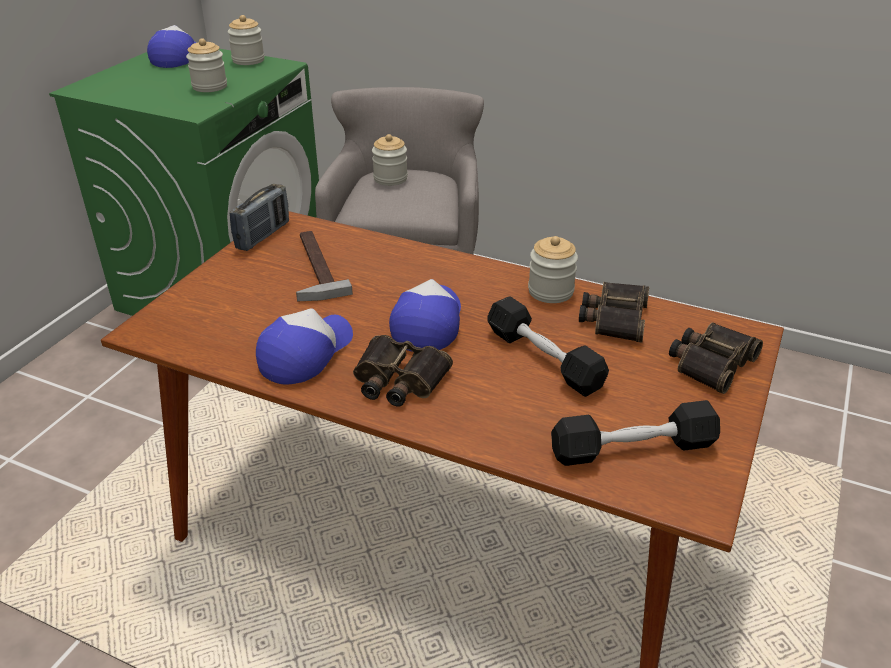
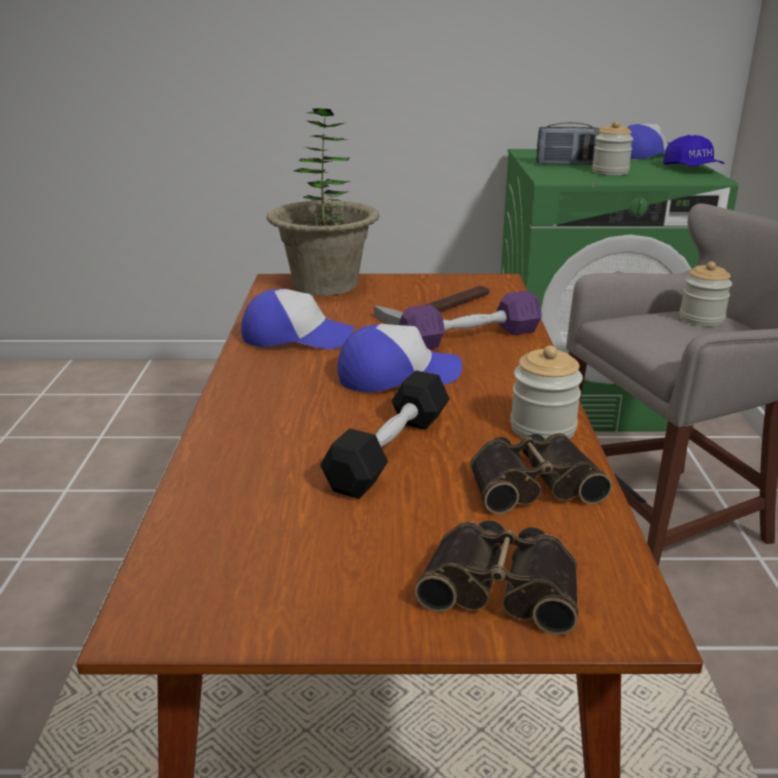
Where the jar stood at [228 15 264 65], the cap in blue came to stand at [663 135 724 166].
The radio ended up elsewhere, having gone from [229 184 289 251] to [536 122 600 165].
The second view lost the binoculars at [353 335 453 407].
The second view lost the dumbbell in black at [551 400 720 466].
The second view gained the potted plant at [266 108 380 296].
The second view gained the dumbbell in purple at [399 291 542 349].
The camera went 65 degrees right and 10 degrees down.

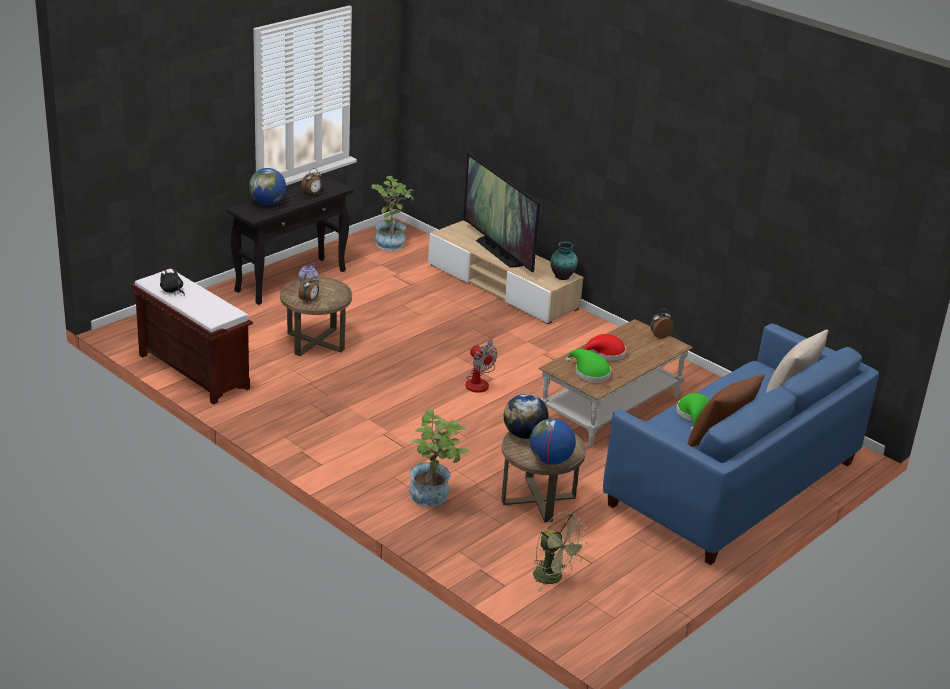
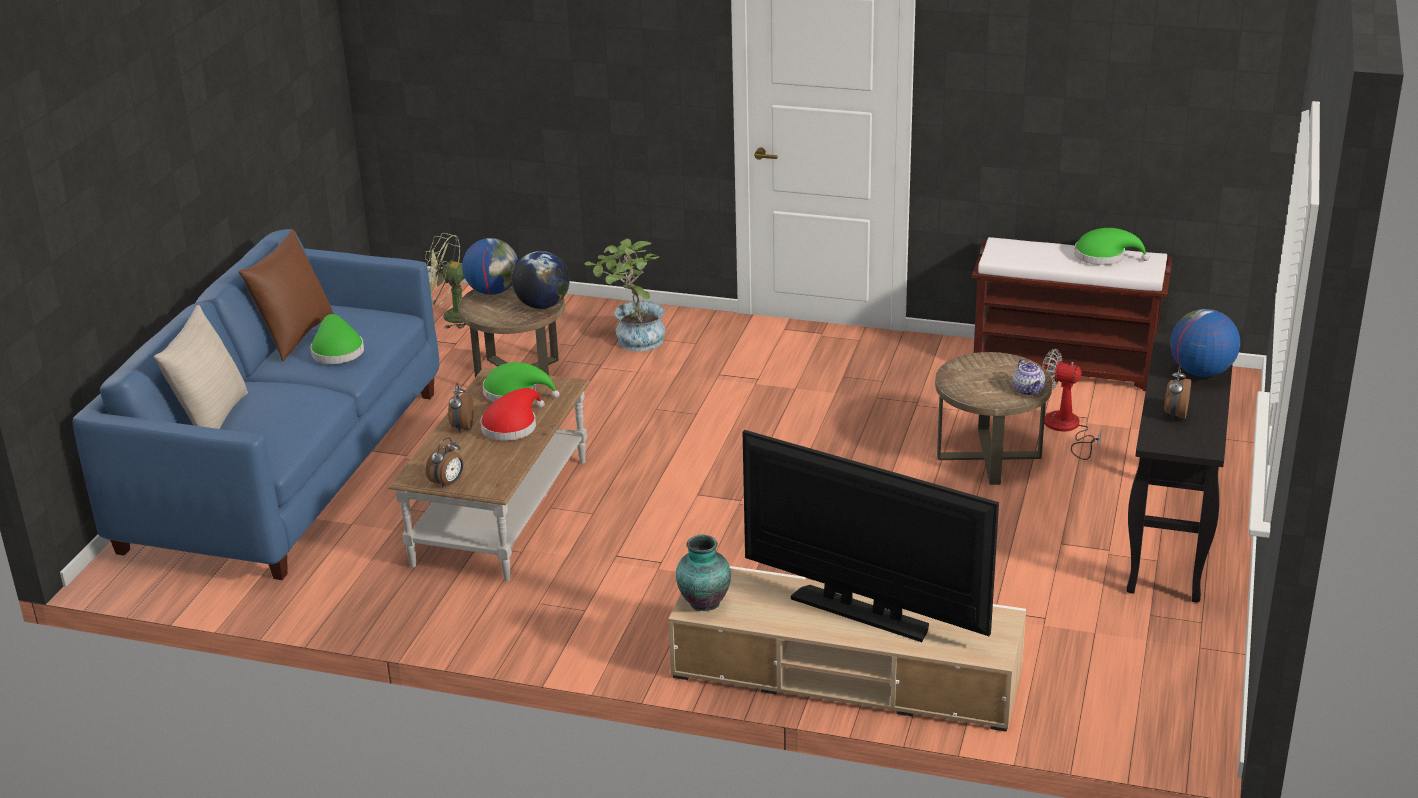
The second view lost the potted plant at [371 176 414 251].
Where the plush toy in black stood at [160 268 185 296], the hat in green came to stand at [1074 228 1149 265].
The alarm clock ended up elsewhere, having gone from [298 274 319 302] to [448 383 473 433].
The fan ended up elsewhere, having gone from [466 339 497 393] to [1042 349 1101 460].
The camera went 155 degrees right and 0 degrees up.

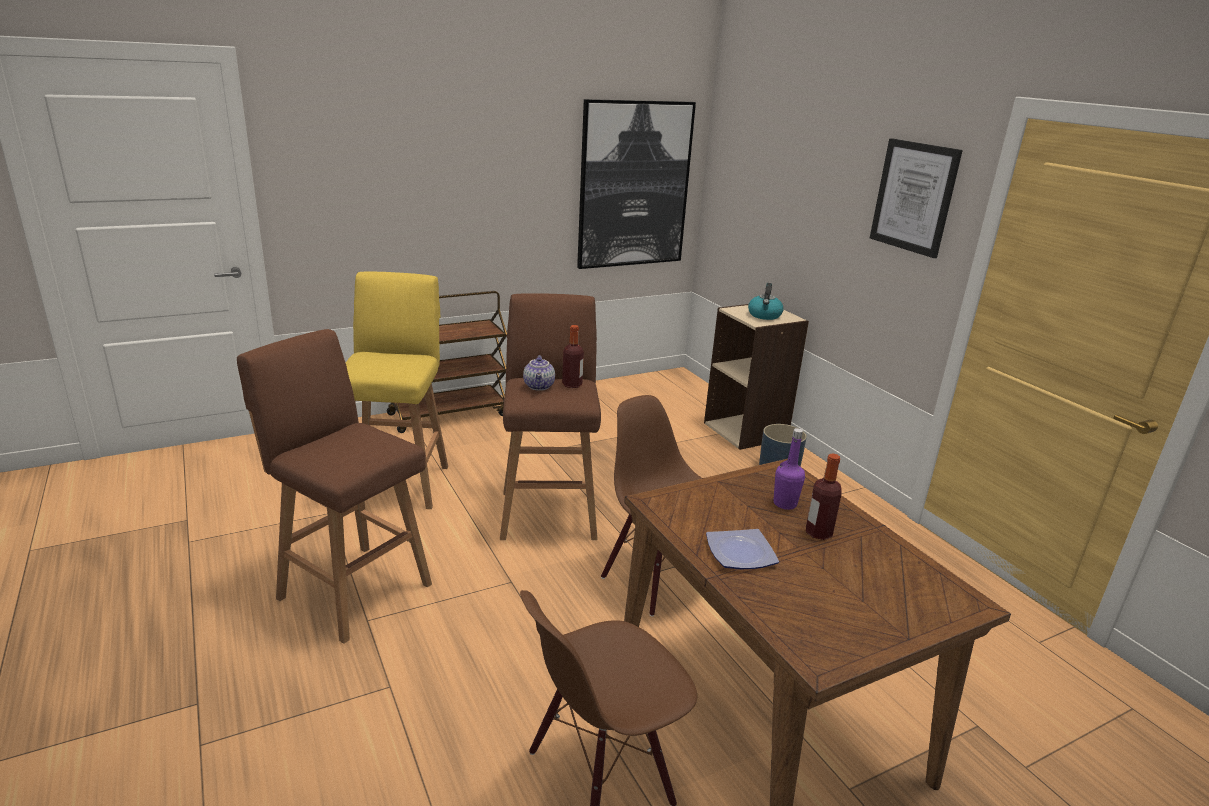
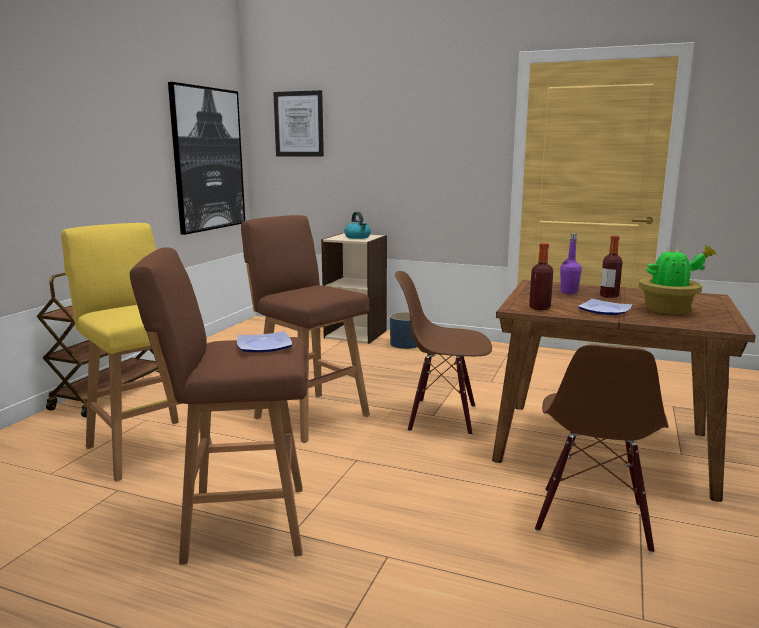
The picture ended up elsewhere, having gone from [870 138 963 258] to [273 90 324 157].
The bottle ended up elsewhere, having gone from [562 325 584 388] to [529 243 553 310].
The second view lost the teapot at [523 355 555 391].
The second view gained the potted plant at [639 245 717 314].
The second view gained the plate at [237 331 292 353].
The camera went 40 degrees left and 10 degrees down.

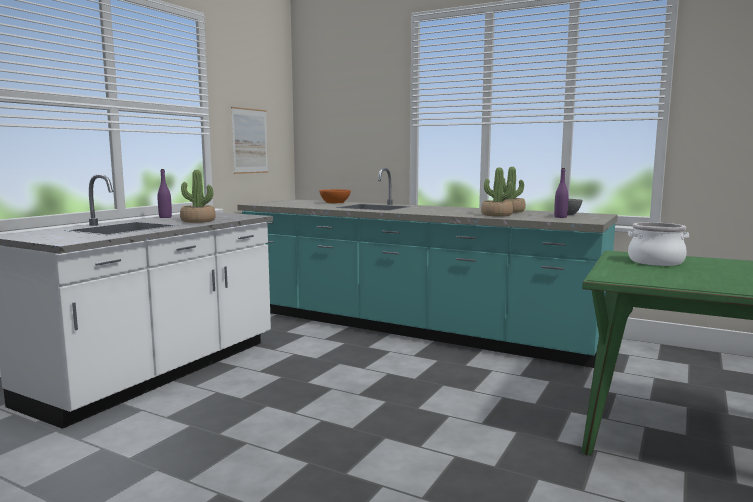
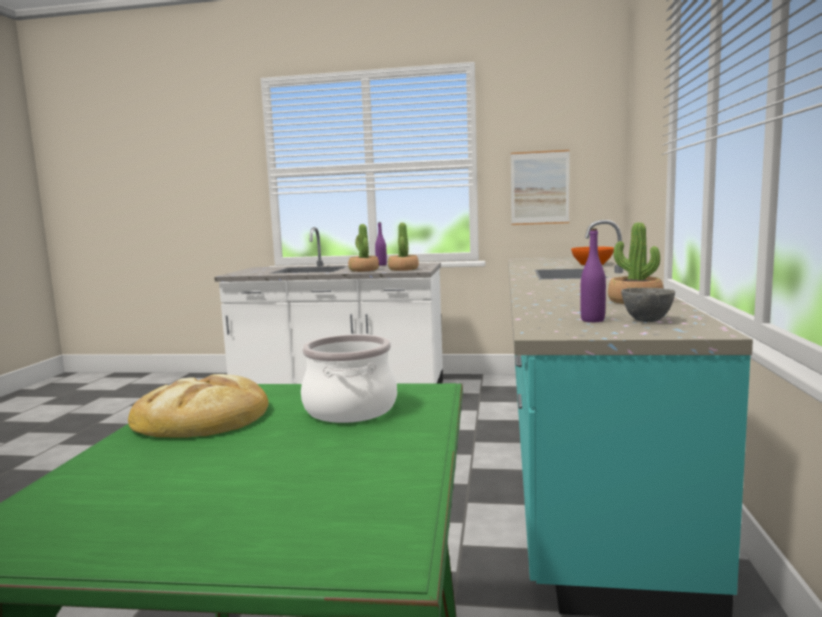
The potted plant ended up elsewhere, having gone from [481 168 513 217] to [388 223 419 271].
The second view gained the bread at [128 374 268 438].
The camera went 70 degrees right and 0 degrees up.

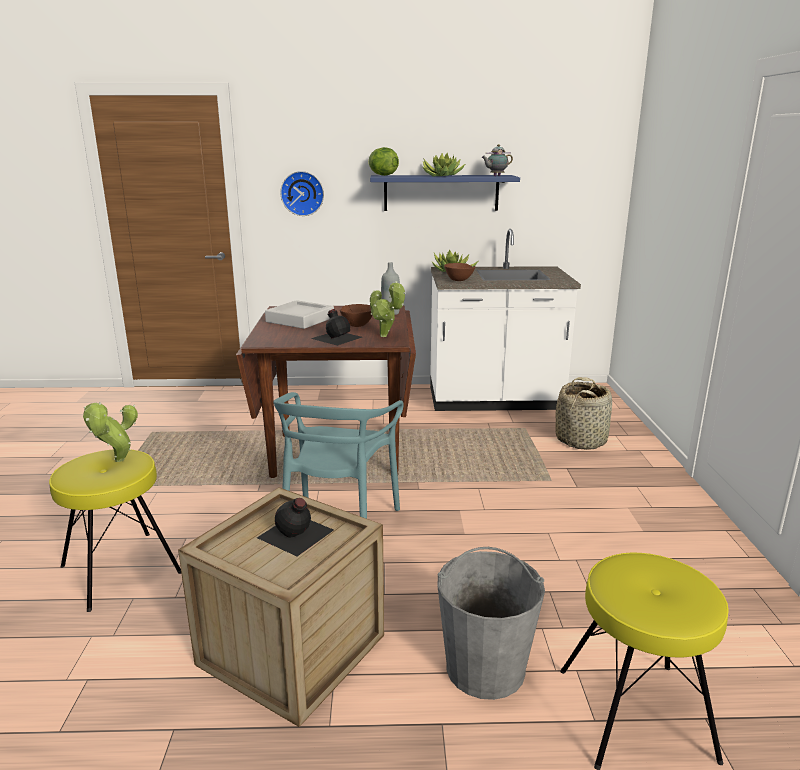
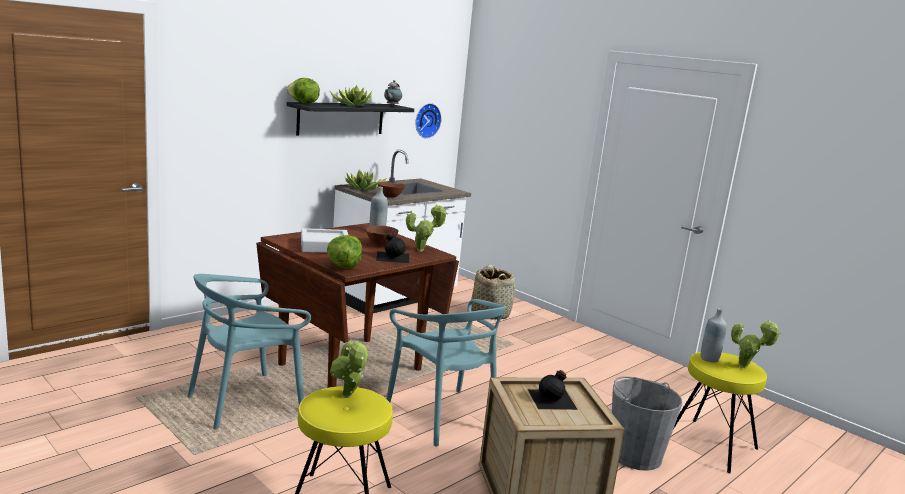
The wall clock ended up elsewhere, having gone from [280 171 324 216] to [415 103 441 139].
What was the shelf in blue at [370 175 520 211] turned into the shelf in black at [287 102 414 135].
The second view gained the lettuce at [327 235 362 268].
The second view gained the chair in turquoise at [187 274 311 429].
The second view gained the bottle in grey at [701 308 727 363].
The second view gained the potted plant at [731 320 781 368].
The camera went 45 degrees left and 5 degrees down.

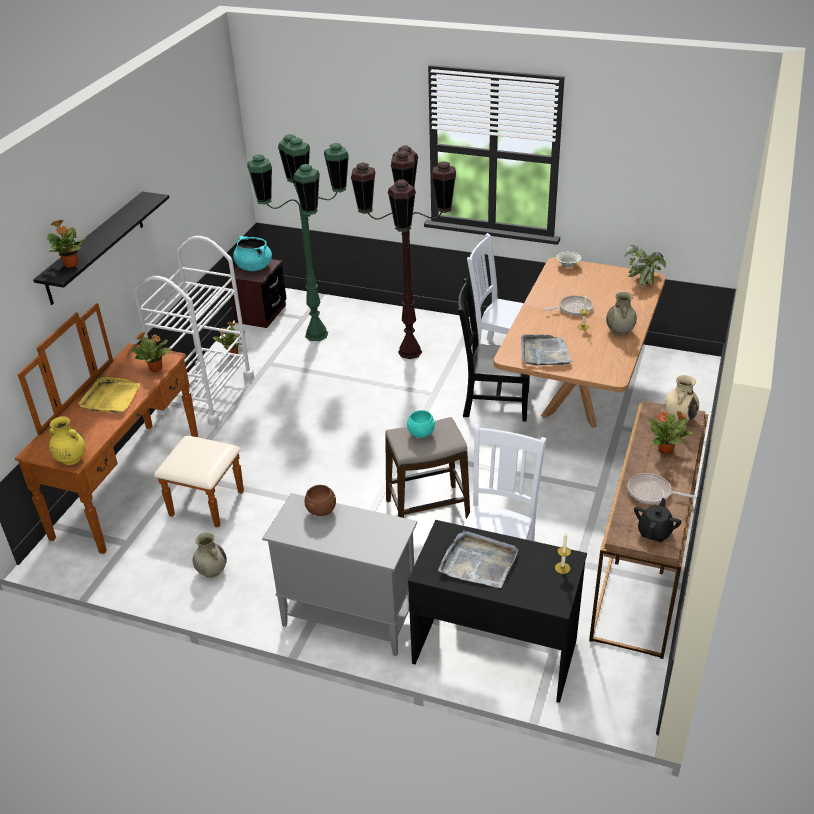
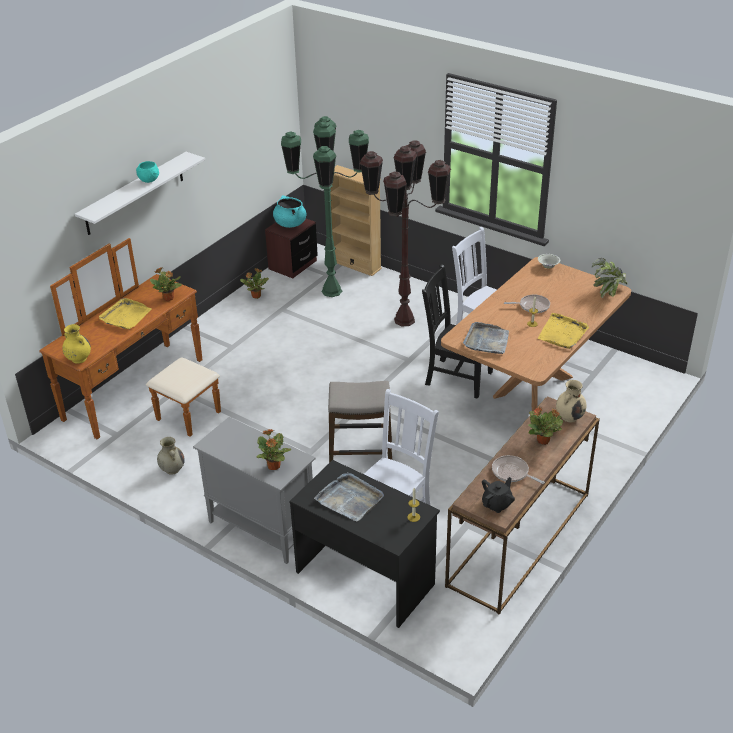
What was the shelf in black at [33 191 170 305] turned into the shelf in white at [75 152 205 235].
The potted plant ended up elsewhere, having gone from [47 220 86 268] to [256 429 291 470].
The second view lost the cart in white at [133 236 254 425].
Where the vase in beige stood at [606 292 637 336], the tray in yellow came to stand at [538 313 589 349].
The bowl in turquoise ended up elsewhere, having gone from [407 410 435 438] to [136 161 159 183].
The second view lost the bowl in brown at [305 485 336 516].
The second view gained the bookcase in beige at [330 165 382 276].
The camera went 15 degrees right and 0 degrees up.

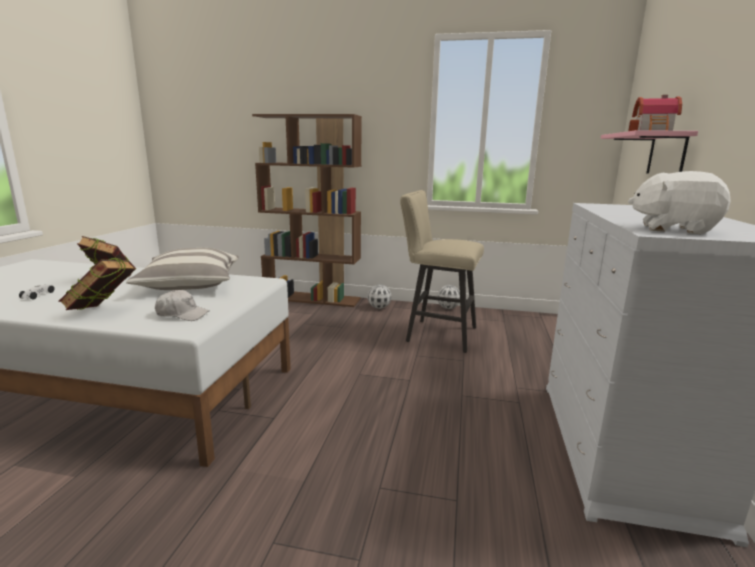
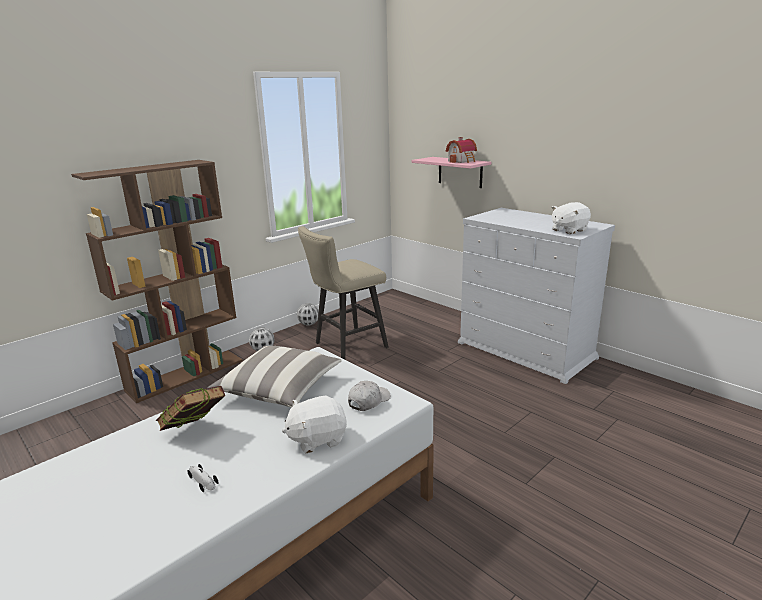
Where the book stood at [58 257 136 310], the plush toy in white came to stand at [282 396 347 453].
The camera went 55 degrees left and 5 degrees up.

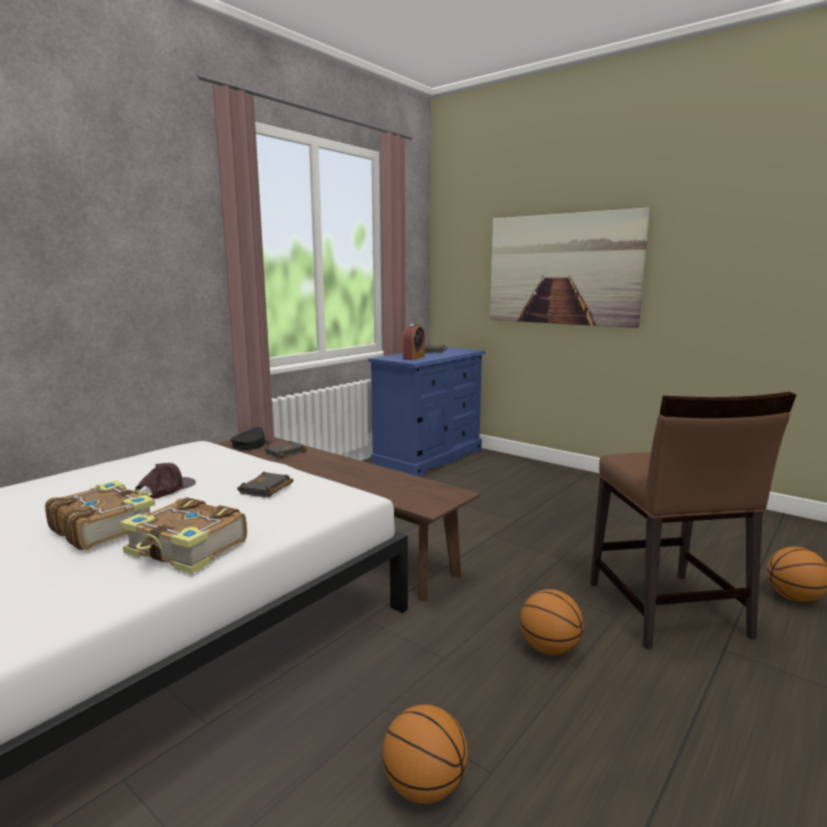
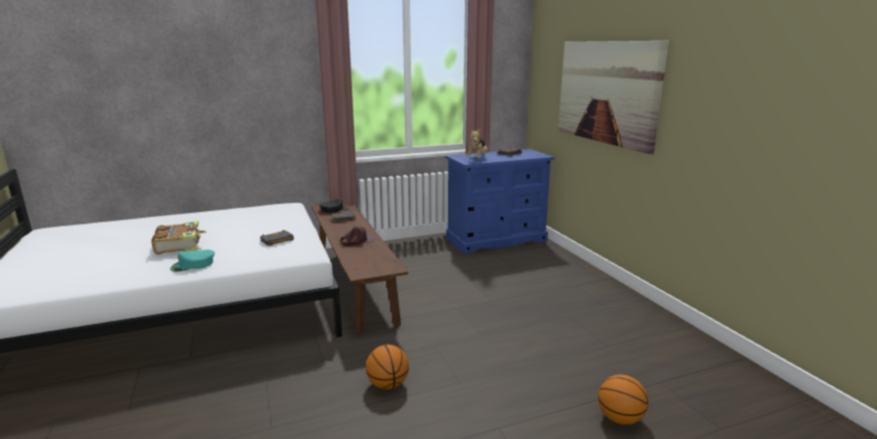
Where the alarm clock stood at [403 324 425 360], the plush toy came to stand at [465 128 488 158].
The second view lost the chair in brown at [590 392 796 650].
The cap in brown ended up elsewhere, having gone from [135 463 196 499] to [341 226 375 246].
Where the book stood at [120 497 247 574], the cap in turquoise came to stand at [170 250 215 272].
The second view lost the basketball at [383 705 468 804].
The camera went 30 degrees right and 5 degrees up.

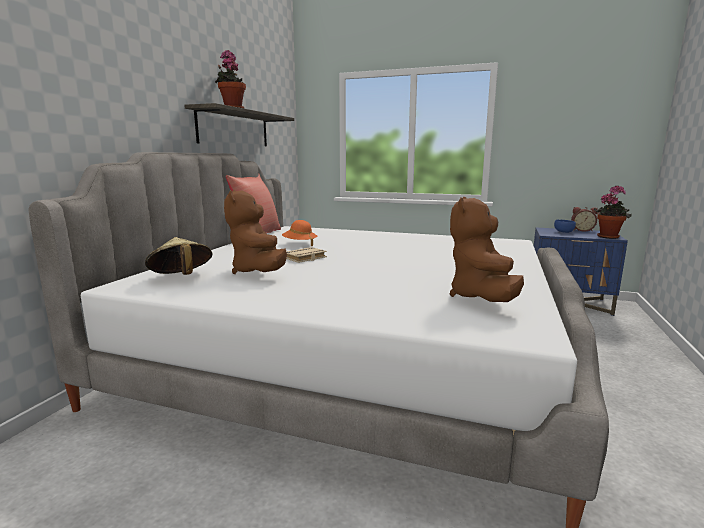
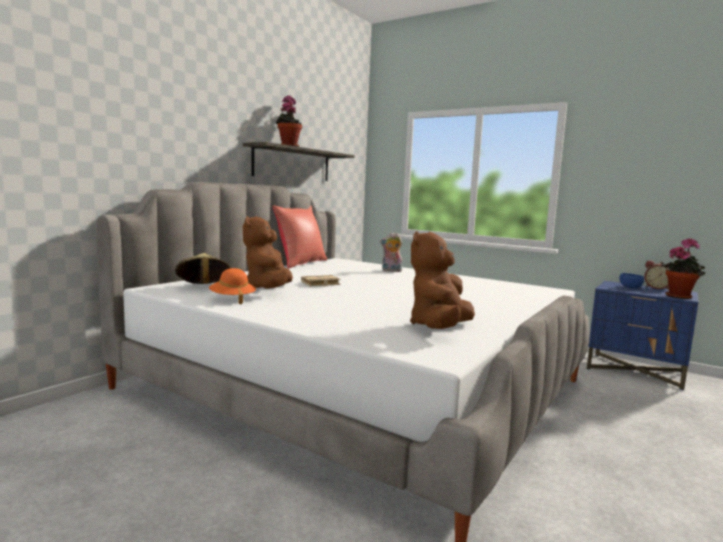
The hat in orange ended up elsewhere, having gone from [282 220 317 246] to [209 268 256 304].
The second view gained the plush toy at [380 232 402 272].
The camera went 15 degrees right and 5 degrees down.

